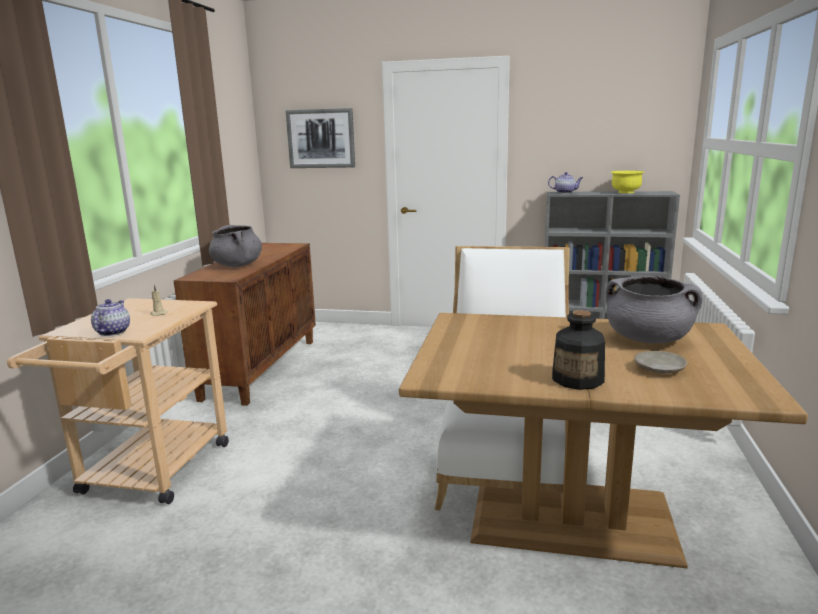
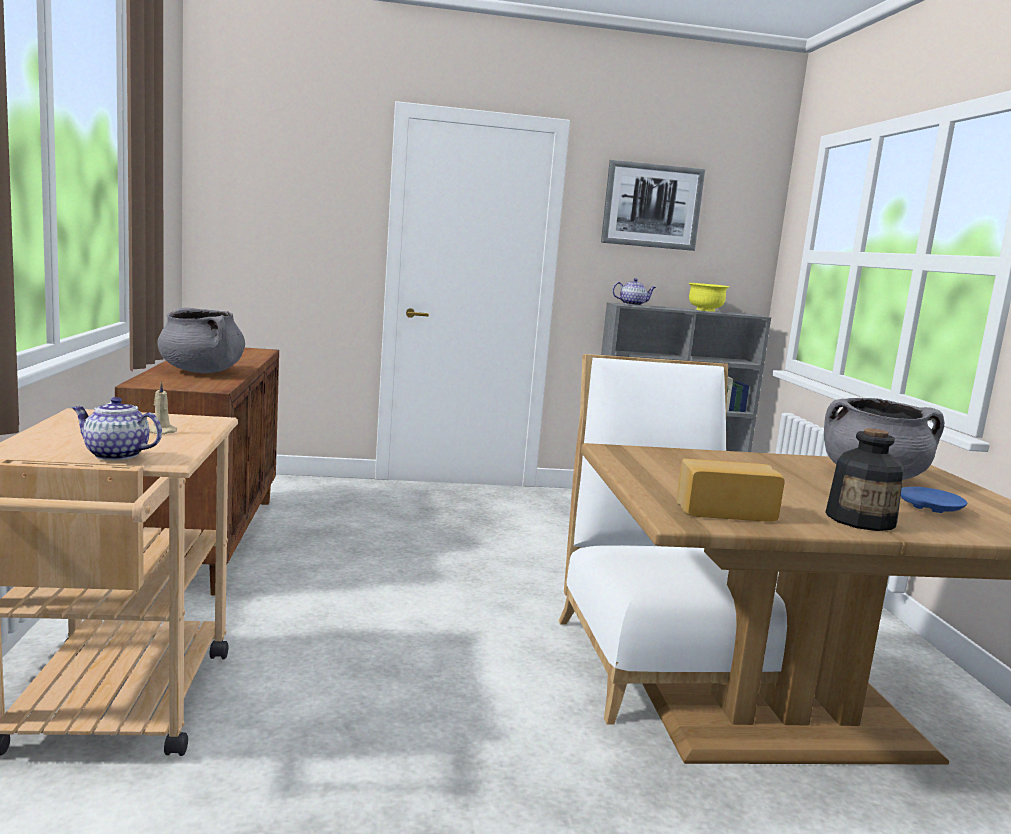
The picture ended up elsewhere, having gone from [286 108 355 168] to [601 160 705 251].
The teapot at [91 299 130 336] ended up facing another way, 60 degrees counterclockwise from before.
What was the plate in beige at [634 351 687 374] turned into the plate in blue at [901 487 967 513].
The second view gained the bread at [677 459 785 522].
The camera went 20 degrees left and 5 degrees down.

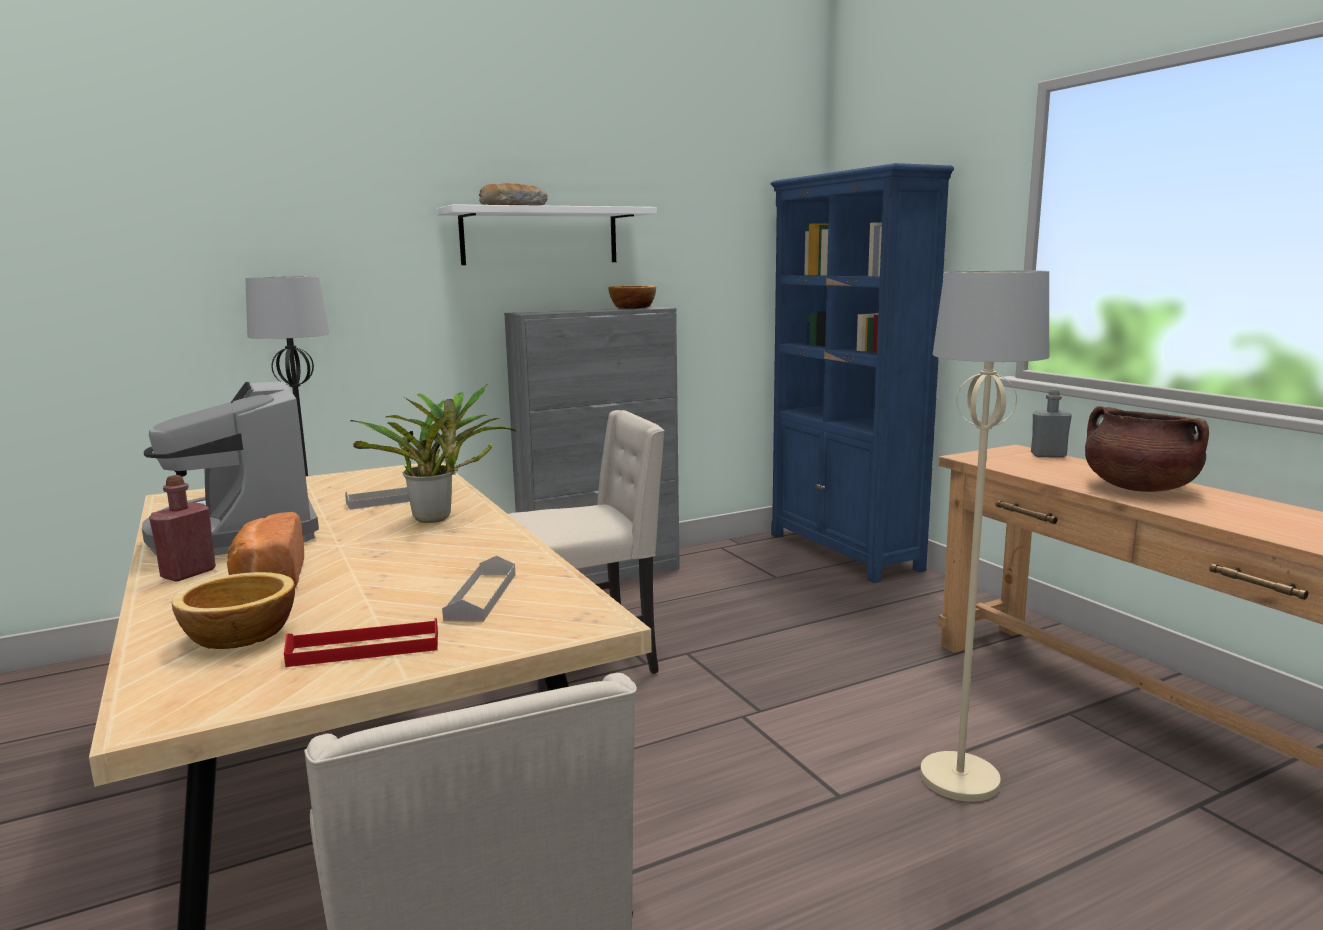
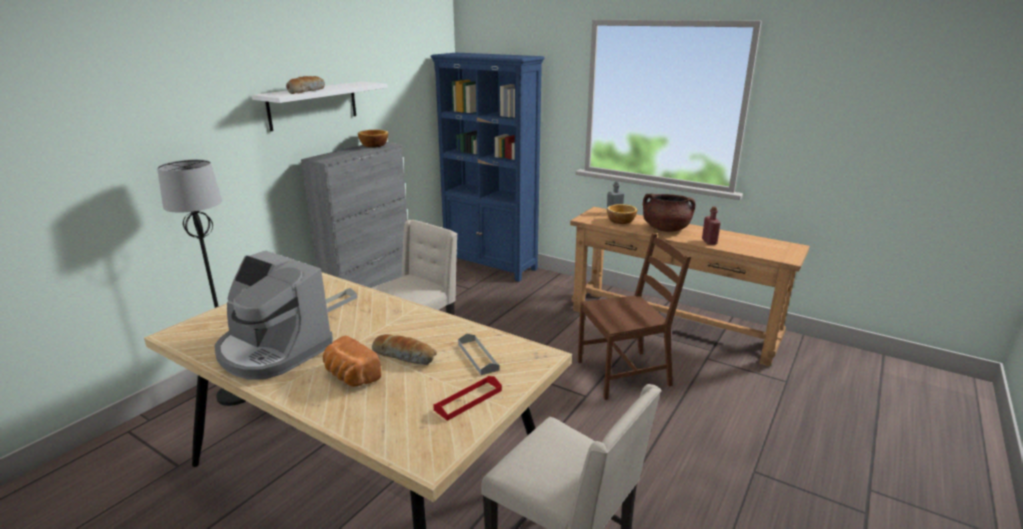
Where the floor lamp in beige stood at [920 270 1049 802], the chair in brown came to stand at [578 233 691 400].
The second view lost the potted plant at [350 384 517 523].
The bottle in red ended up elsewhere, having gone from [149 475 216 581] to [702 207 721 245].
The bowl ended up elsewhere, having gone from [172 572 295 649] to [607 204 637 224].
The second view gained the bread at [372 334 437 365].
The camera went 30 degrees left and 10 degrees up.

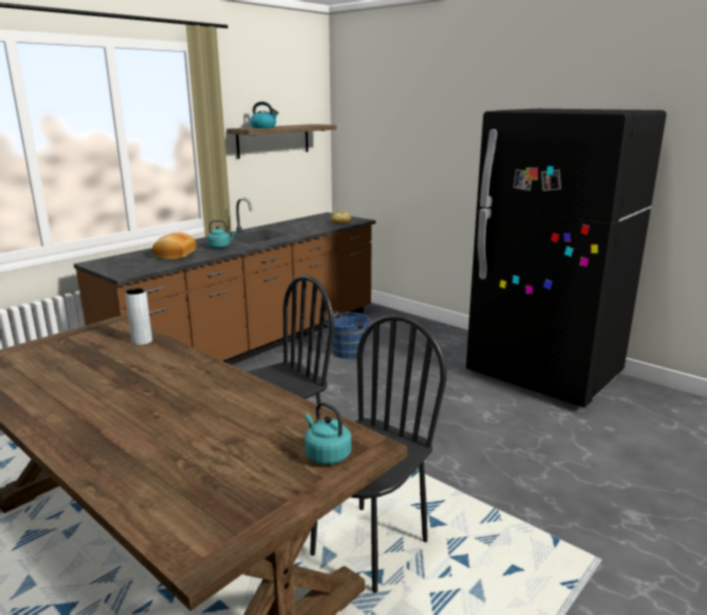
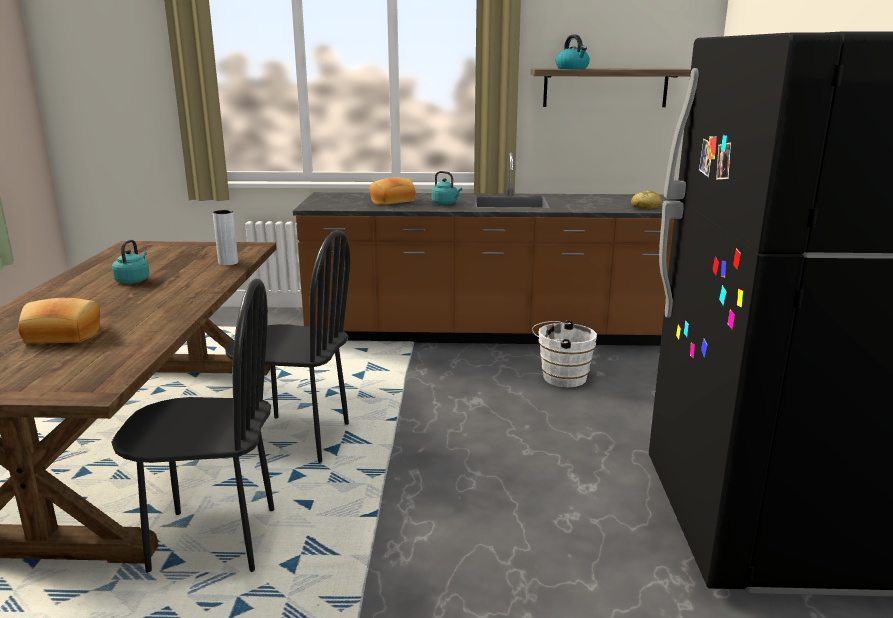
What was the bucket in blue at [324 312 369 359] turned into the bucket in white at [532 320 597 387].
The kettle in turquoise ended up elsewhere, having gone from [305 402 351 465] to [112 240 149 284].
The second view gained the bread at [18 298 100 344].
The camera went 50 degrees right and 0 degrees up.

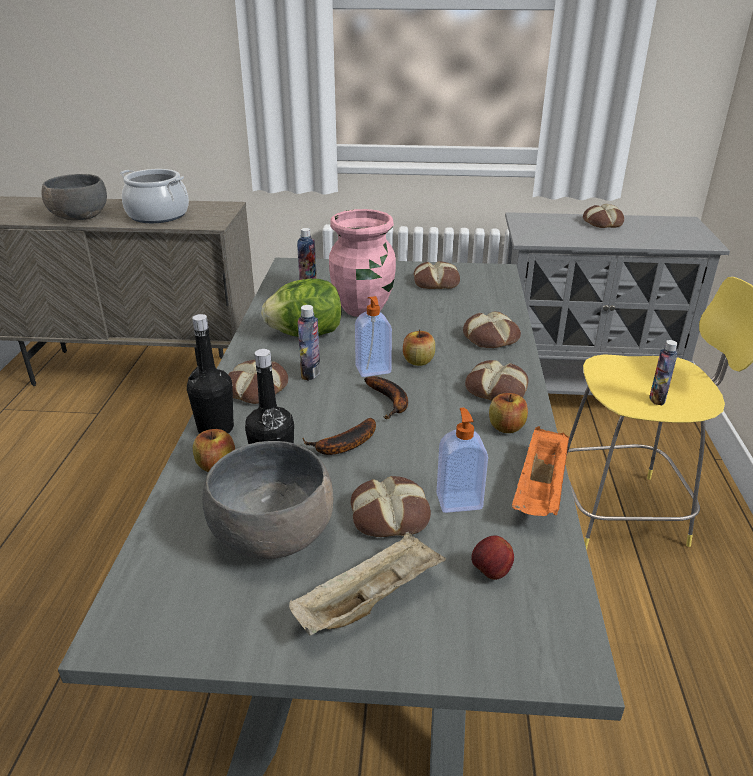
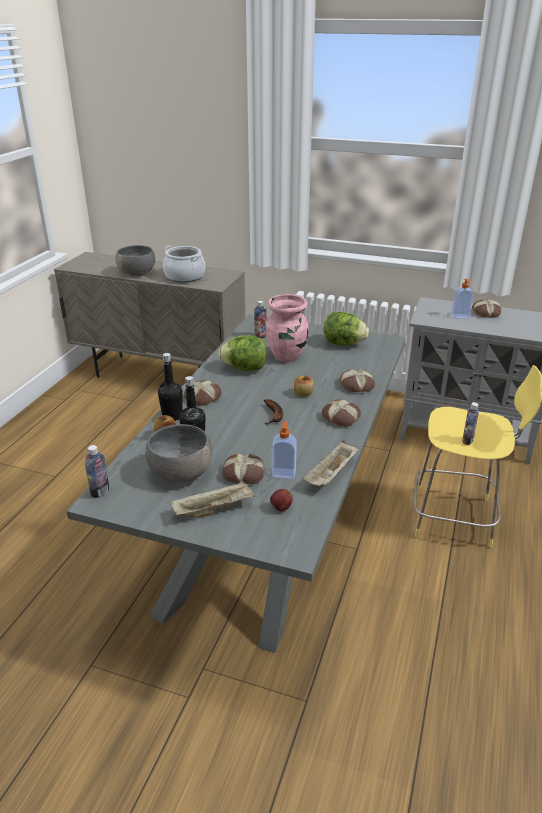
Where the bread stood at [414 261 460 289], the lettuce came to stand at [324 312 369 346].
The soap dispenser ended up elsewhere, having gone from [355 296 392 377] to [451 279 473 319].
The bottle ended up elsewhere, having gone from [298 305 320 380] to [85 445 109 498].
The second view lost the apple at [489 393 528 433].
The second view lost the banana at [303 418 376 455].
What was the tray in orange at [512 426 569 516] turned into the tray in beige at [304 440 359 486].
The camera went 15 degrees right and 0 degrees up.

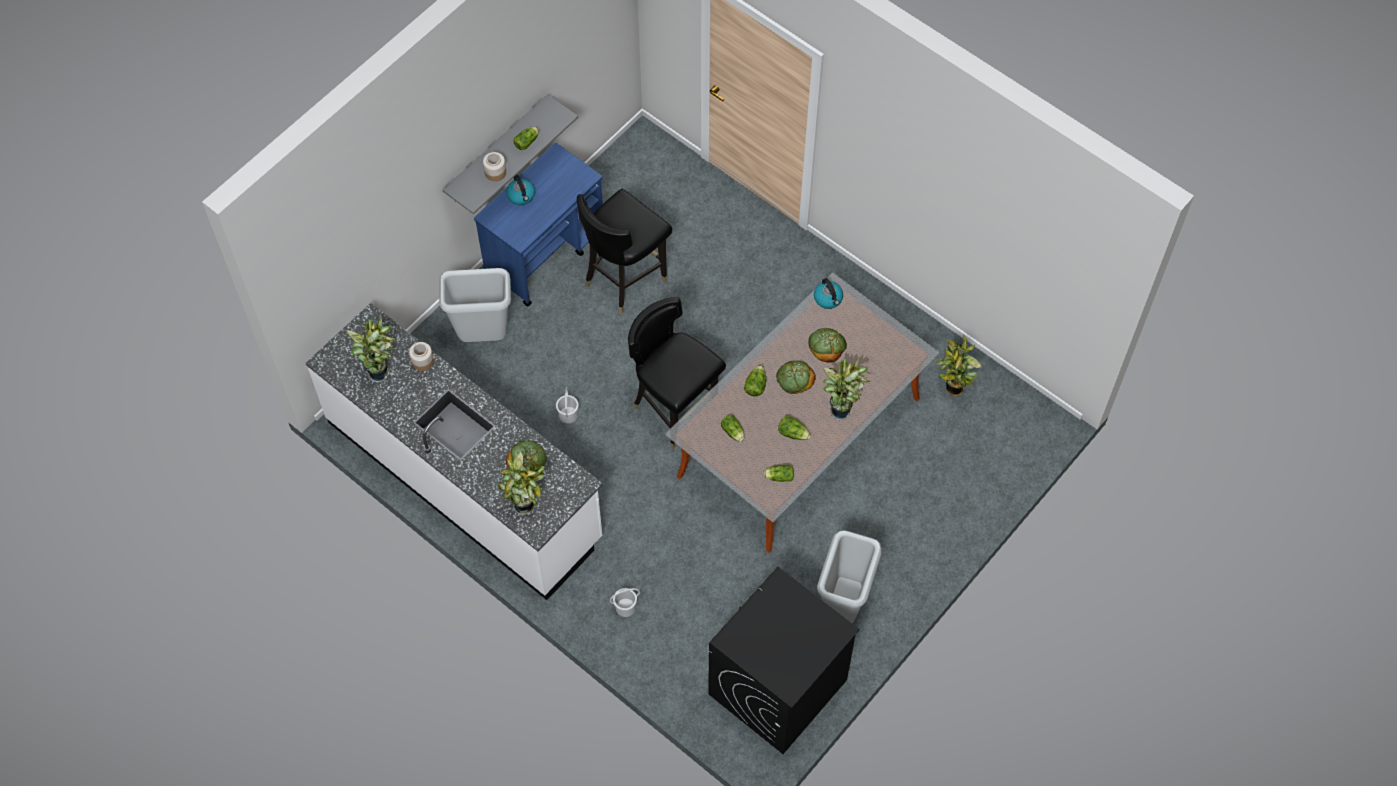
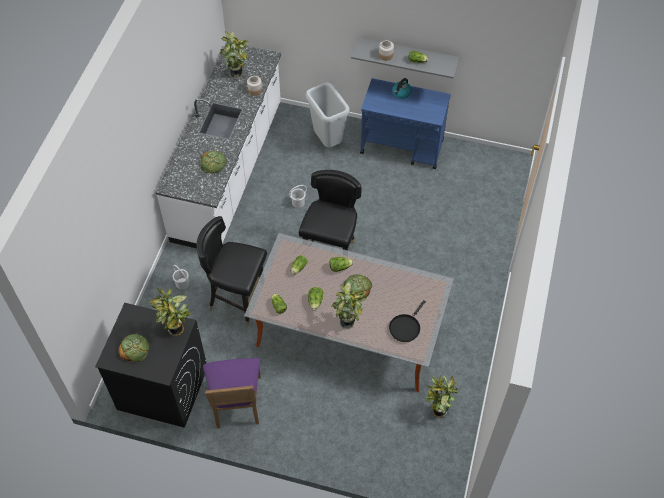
The chair in black ended up elsewhere, having gone from [577 189 672 314] to [196 216 267 326].
The second view lost the kettle at [814 278 843 309].
The bread ended up elsewhere, having gone from [808 328 847 362] to [118 334 149 362].
The potted plant ended up elsewhere, having gone from [497 452 545 515] to [149 287 191 336].
Where the trash can in grey stood at [817 530 882 623], the chair in purple came to stand at [203 358 261 429].
The second view gained the frying pan in black at [389 300 426 342].
The camera went 65 degrees right and 5 degrees down.

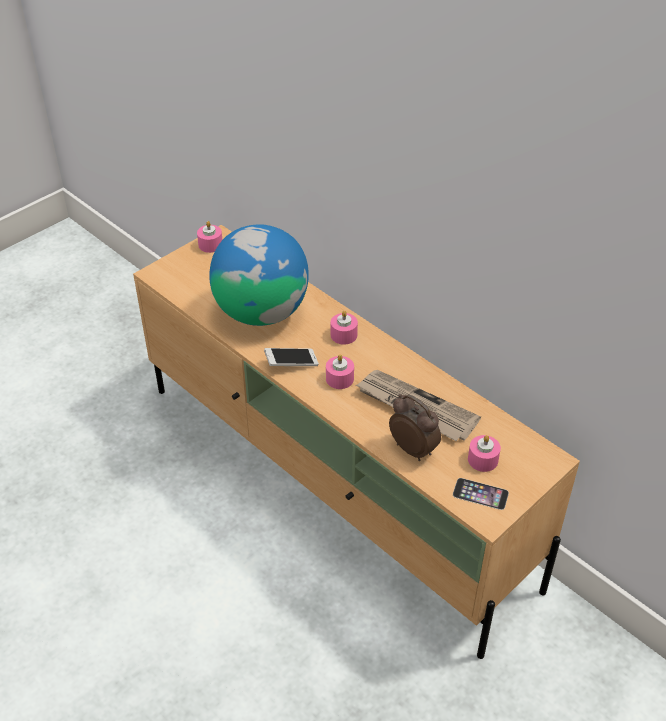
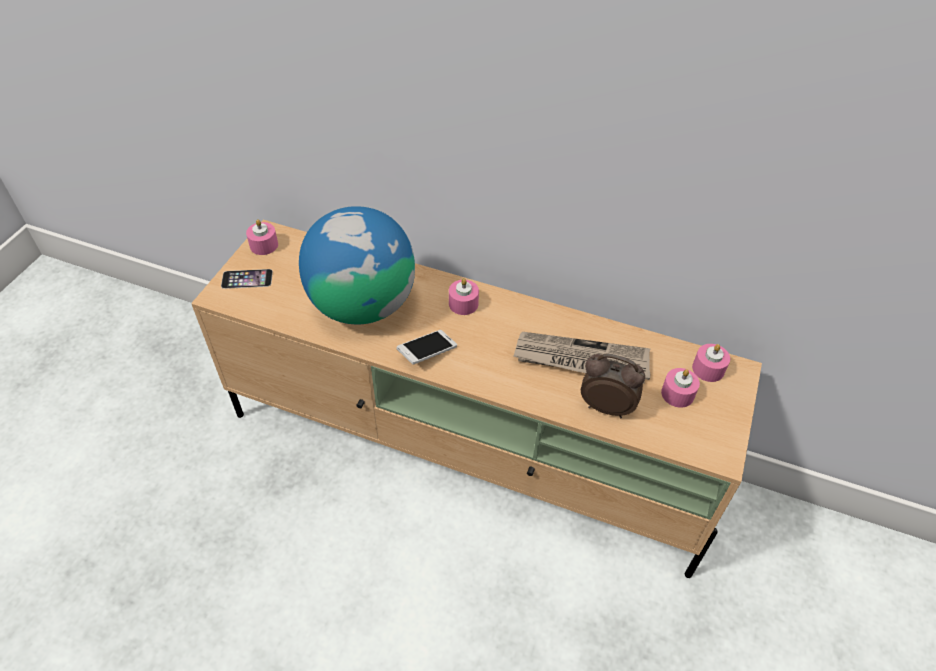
The candle in pink ended up elsewhere, having gone from [326 354 354 389] to [692 344 730 382].
The phone ended up elsewhere, having gone from [453 478 509 510] to [221 269 273 289].
The camera went 25 degrees left and 5 degrees up.

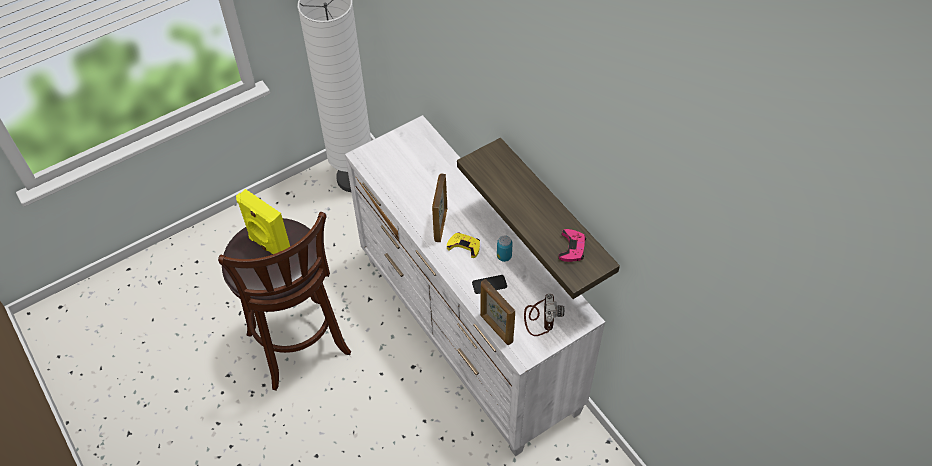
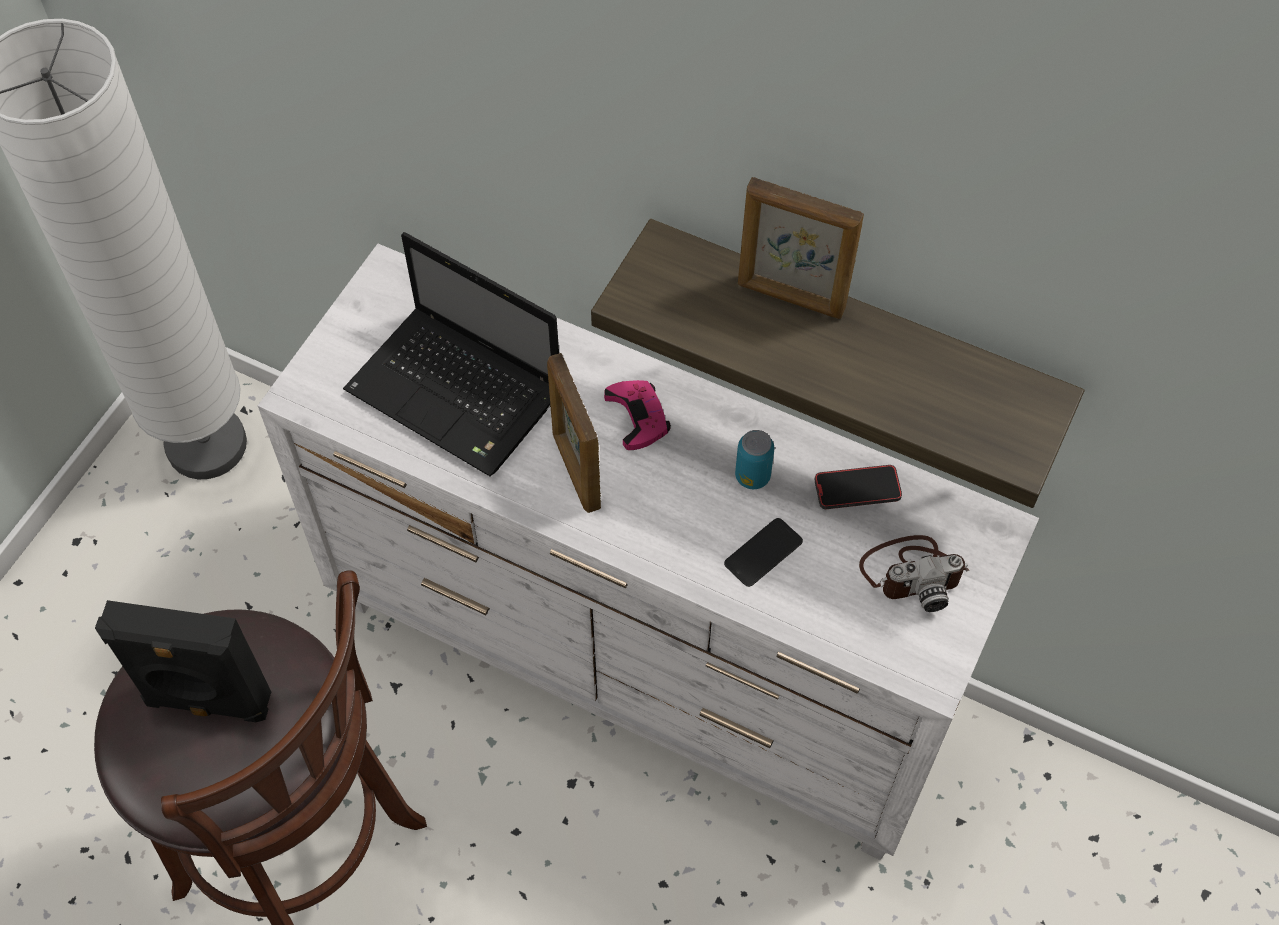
What was the speaker in yellow at [236 189 290 254] turned into the speaker in black at [95 600 271 722].
The game controller in pink ended up elsewhere, having gone from [559 229 586 262] to [604 380 671 450].
The second view lost the game controller in yellow at [447 233 480 258].
The picture frame ended up elsewhere, having gone from [480 279 515 345] to [738 177 864 319].
The photo camera at [524 294 564 336] ended up facing another way, 105 degrees clockwise from before.
The second view gained the laptop at [343 232 559 477].
The second view gained the phone at [814 465 902 509].
The camera went 30 degrees left and 5 degrees up.

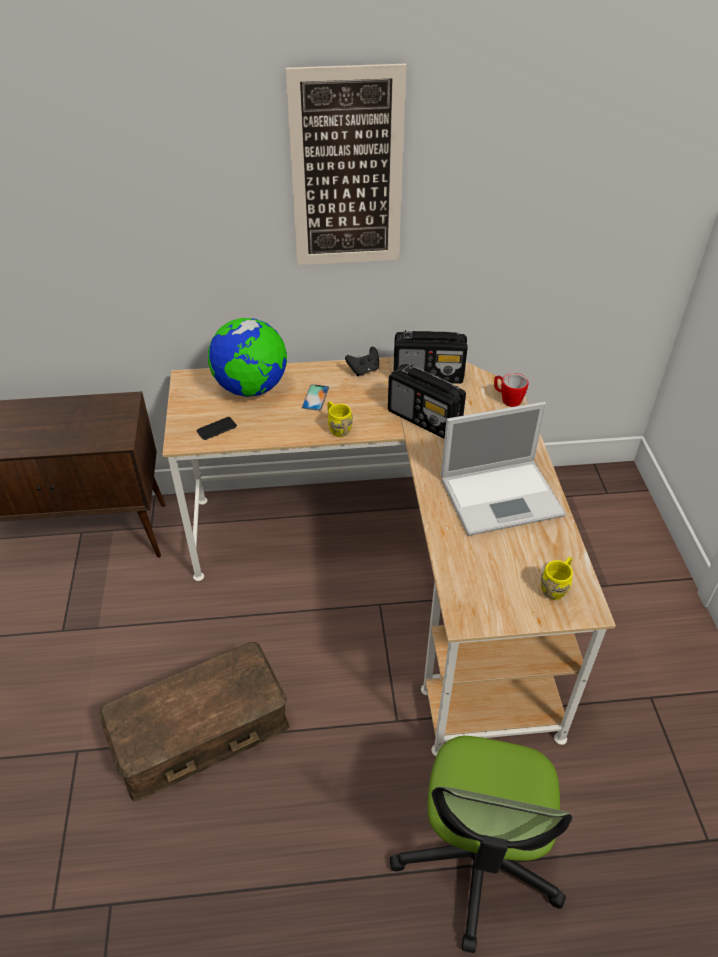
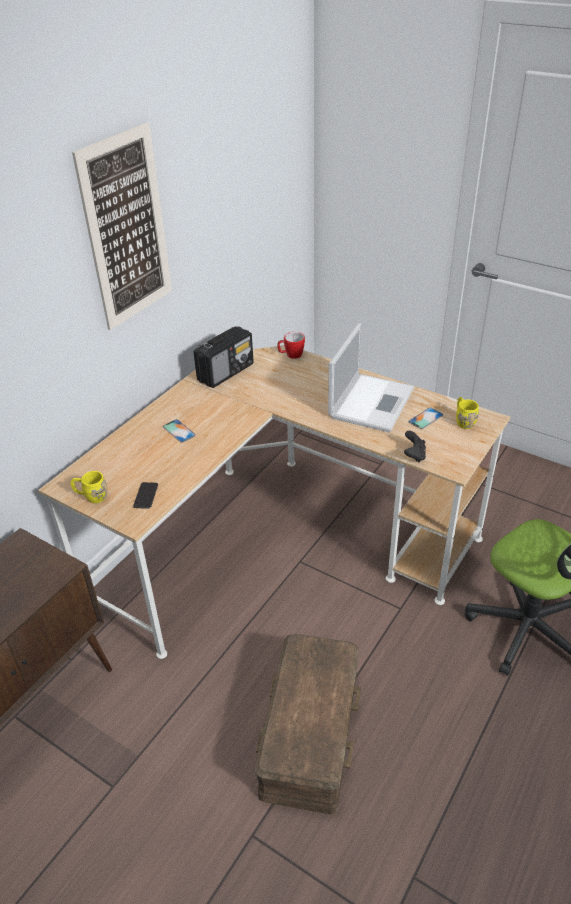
The second view lost the globe at [208 318 287 397].
The game controller in black ended up elsewhere, having gone from [345 347 379 376] to [404 431 426 462].
The second view lost the radio at [388 364 466 439].
The mug in yellow ended up elsewhere, having gone from [327 401 353 437] to [71 471 108 503].
The second view gained the phone at [408 408 443 429].
The camera went 50 degrees left and 5 degrees down.

